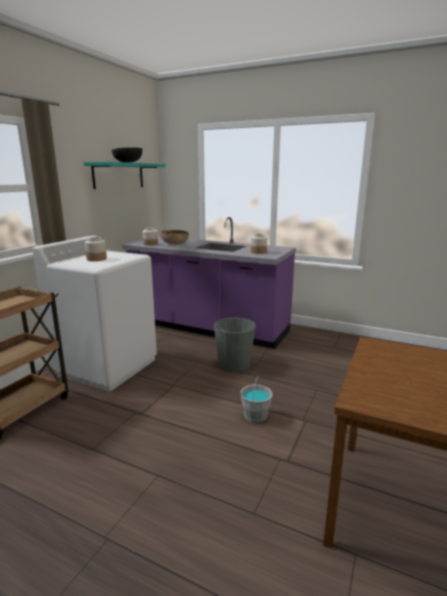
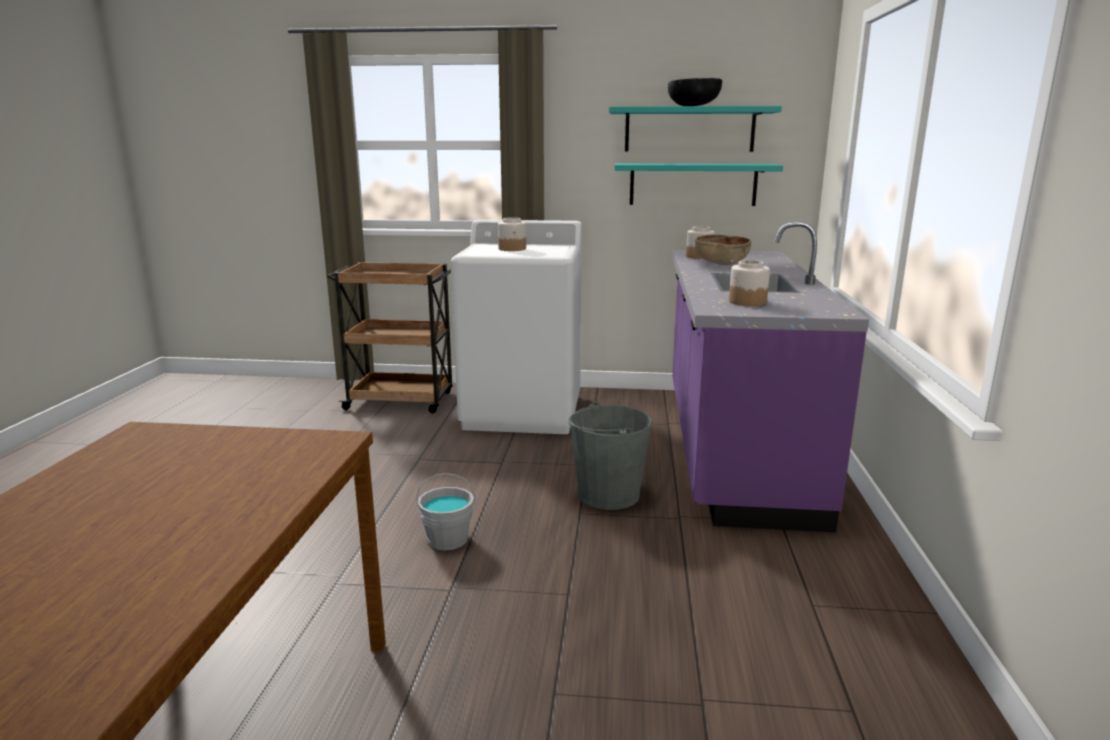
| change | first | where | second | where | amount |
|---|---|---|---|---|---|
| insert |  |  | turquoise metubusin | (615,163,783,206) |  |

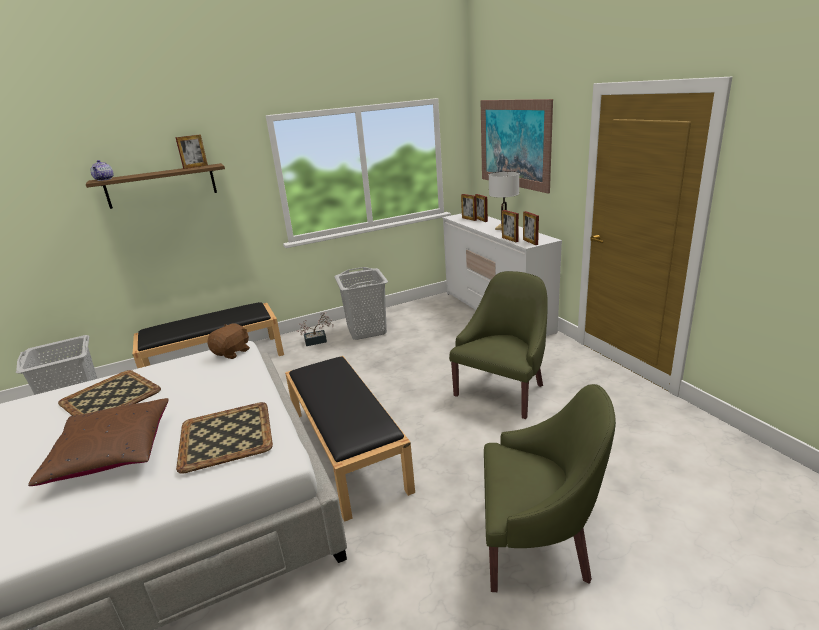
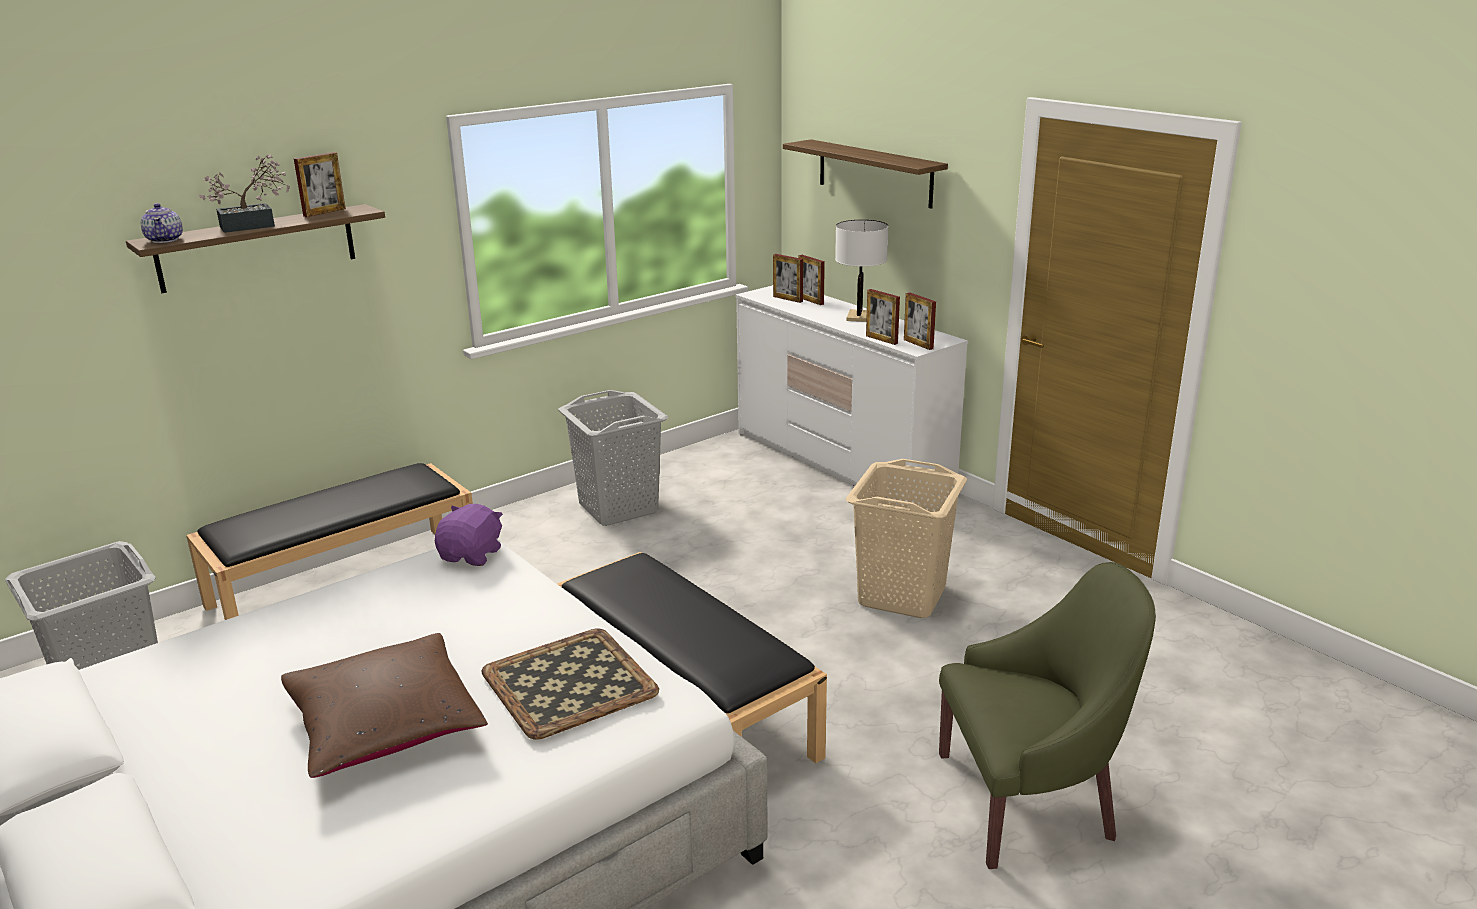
| change | first | where | second | where | amount |
|---|---|---|---|---|---|
| move | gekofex | (297,312,334,346) |  | (199,155,290,233) |  |
| recolor | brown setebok | (207,323,250,359) | purple setebok | (435,504,503,566) |  |
| replace | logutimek | (481,99,553,194) | metubusin | (783,139,948,209) |  |
| replace | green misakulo | (449,271,548,419) | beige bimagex | (846,459,967,618) |  |
| delete | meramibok | (58,370,161,416) |  |  |  |

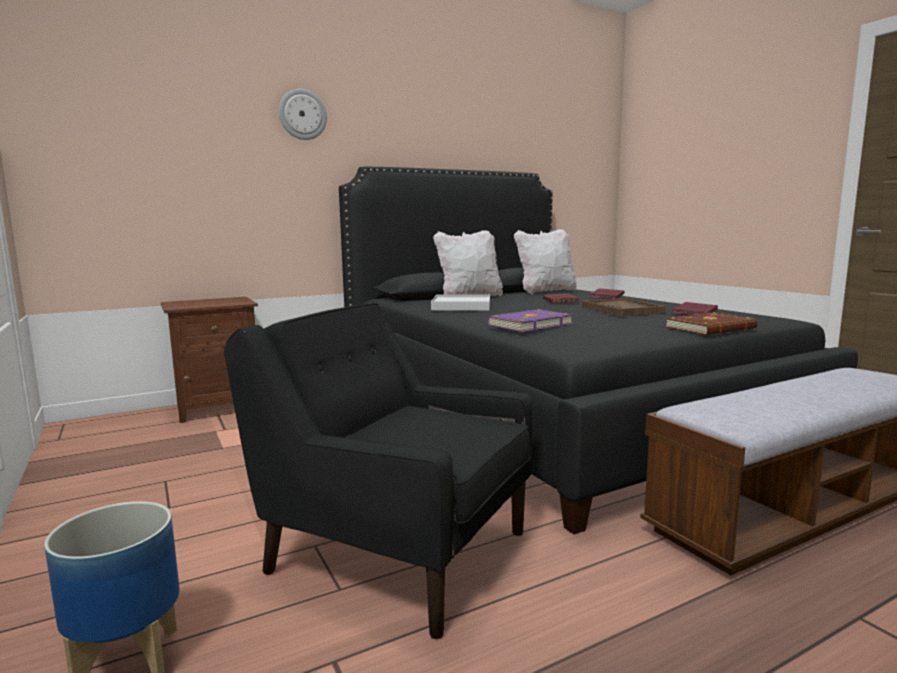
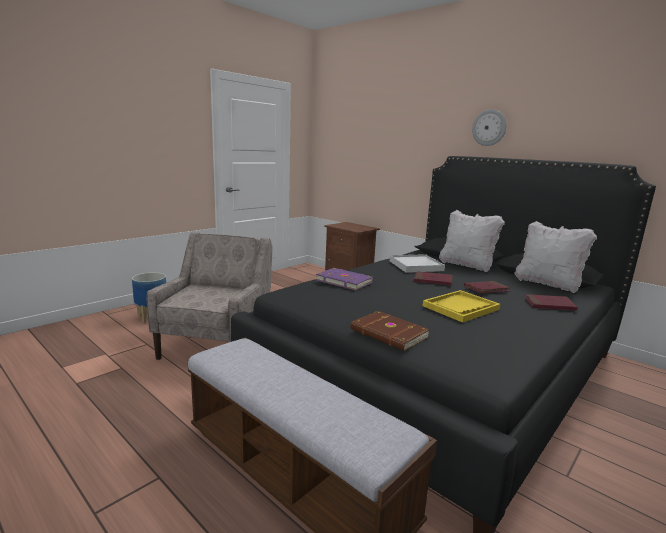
| change | first | where | second | where | amount |
|---|---|---|---|---|---|
| recolor | black misakulo | (224,302,533,639) | beige misakulo | (147,232,273,360) |  |
| move | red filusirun | (672,302,718,315) |  | (414,272,453,286) |  |
| recolor | brown meramibok | (582,298,666,316) | yellow meramibok | (423,290,500,323) |  |
| move | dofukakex | (279,89,327,140) |  | (472,109,507,146) |  |

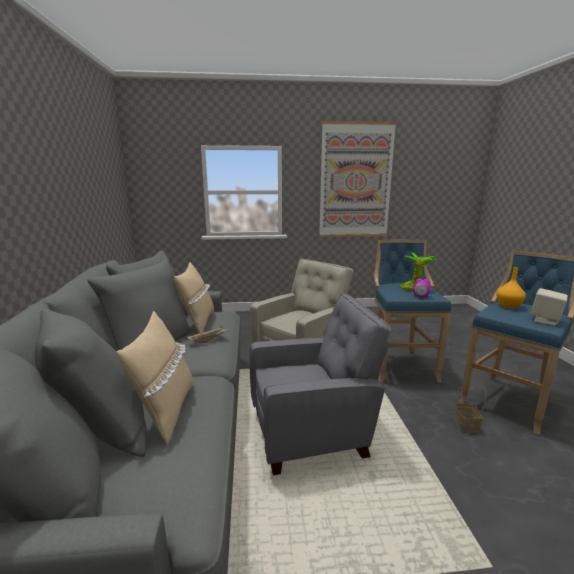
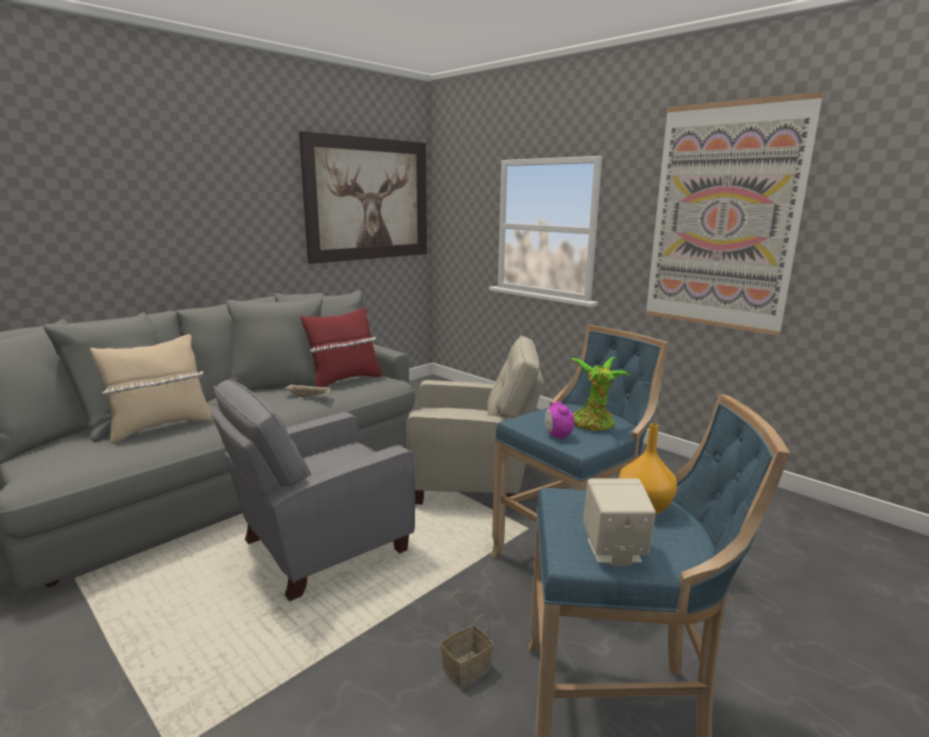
| change | first | where | second | where | amount |
|---|---|---|---|---|---|
| rotate | grey misakulo | (250,293,391,475) |  | (211,378,415,601) | 105 degrees clockwise |
| insert |  |  | logutimek | (299,131,427,264) |  |
| recolor | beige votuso | (174,262,214,333) | red votuso | (301,308,382,387) |  |

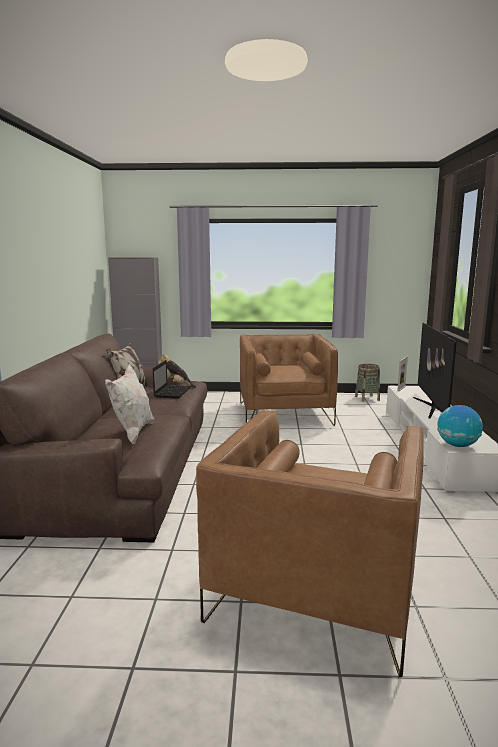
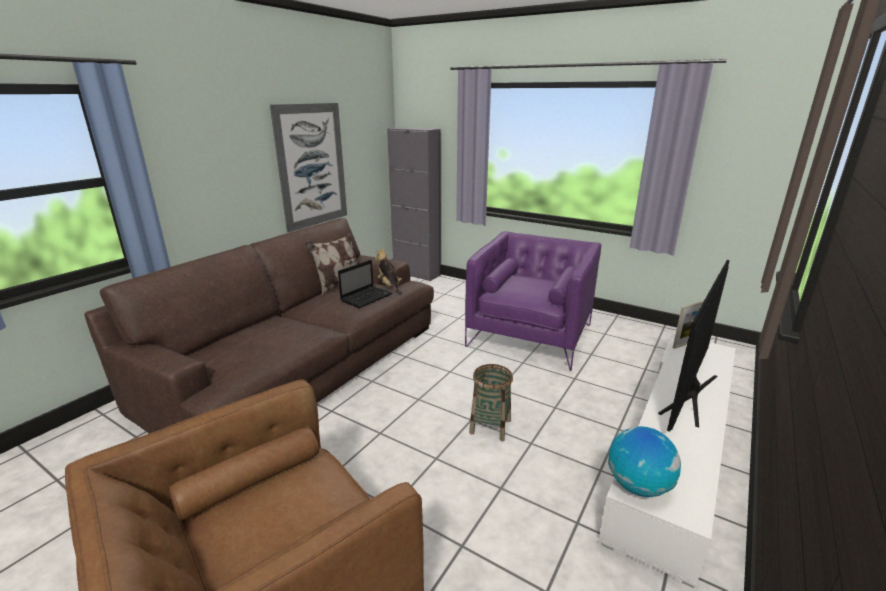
| change | first | where | second | where | amount |
|---|---|---|---|---|---|
| insert |  |  | logutimek | (270,103,347,232) |  |
| recolor | brown misakulo | (240,334,338,426) | purple misakulo | (465,231,601,371) |  |
| move | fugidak | (355,364,380,402) |  | (469,364,513,441) |  |
| delete | white votuso | (105,364,154,444) |  |  |  |

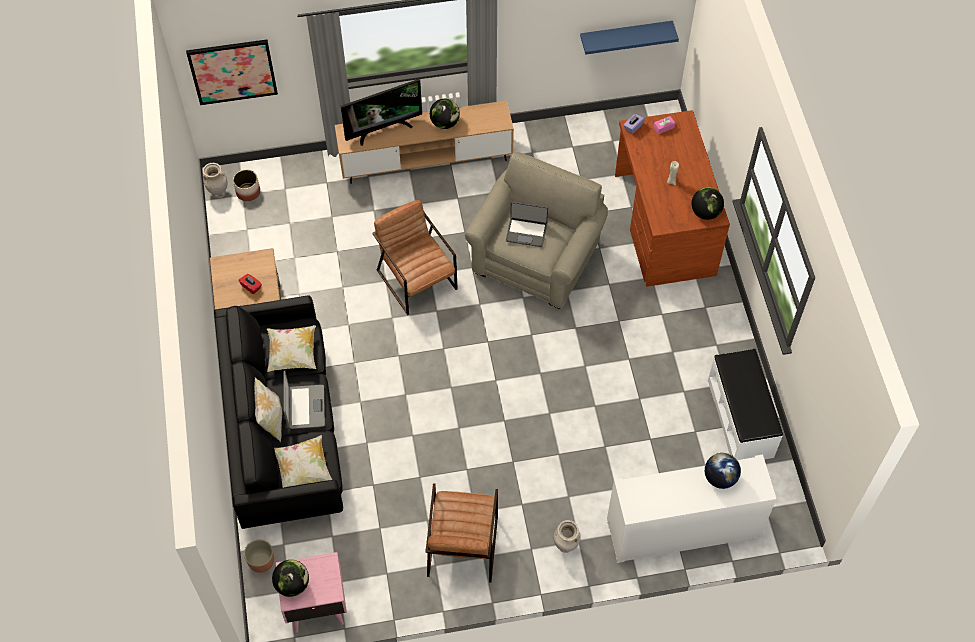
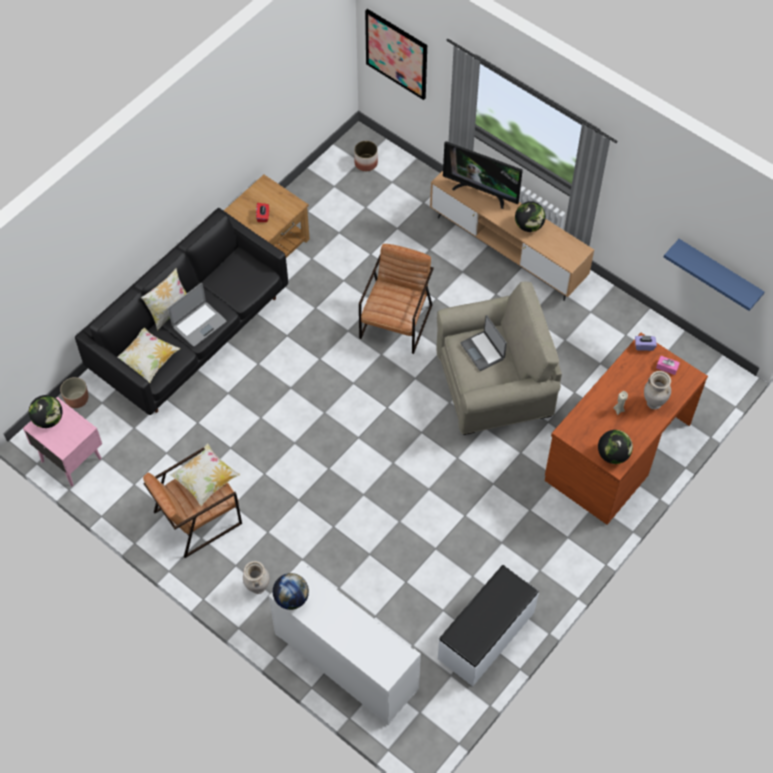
| change | first | where | second | where | amount |
|---|---|---|---|---|---|
| move | votuso | (267,325,316,372) |  | (170,443,240,506) |  |
| move | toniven | (705,453,741,489) |  | (273,573,309,610) |  |
| move | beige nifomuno | (203,163,227,198) |  | (644,371,671,410) |  |

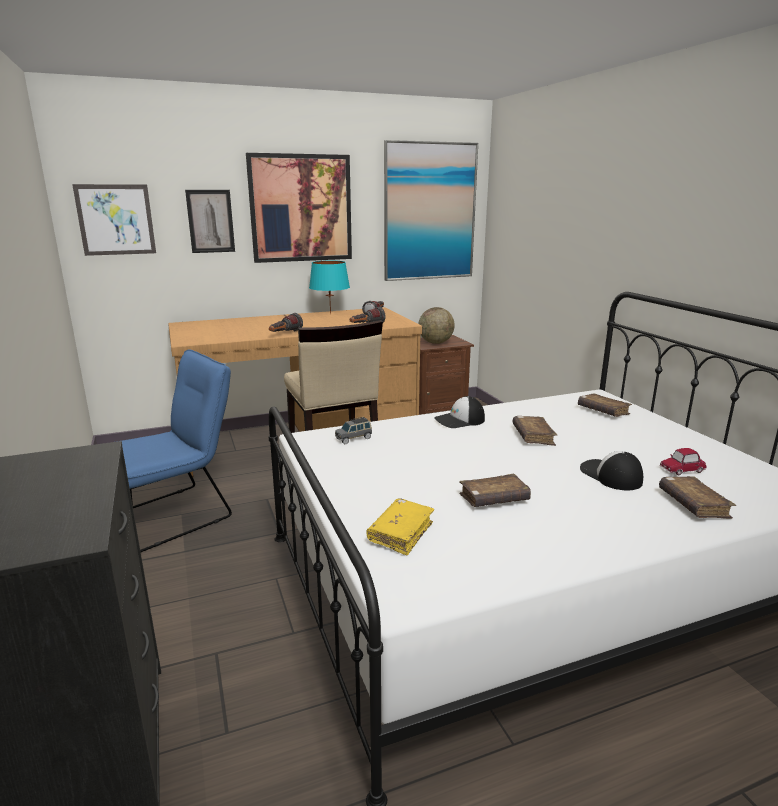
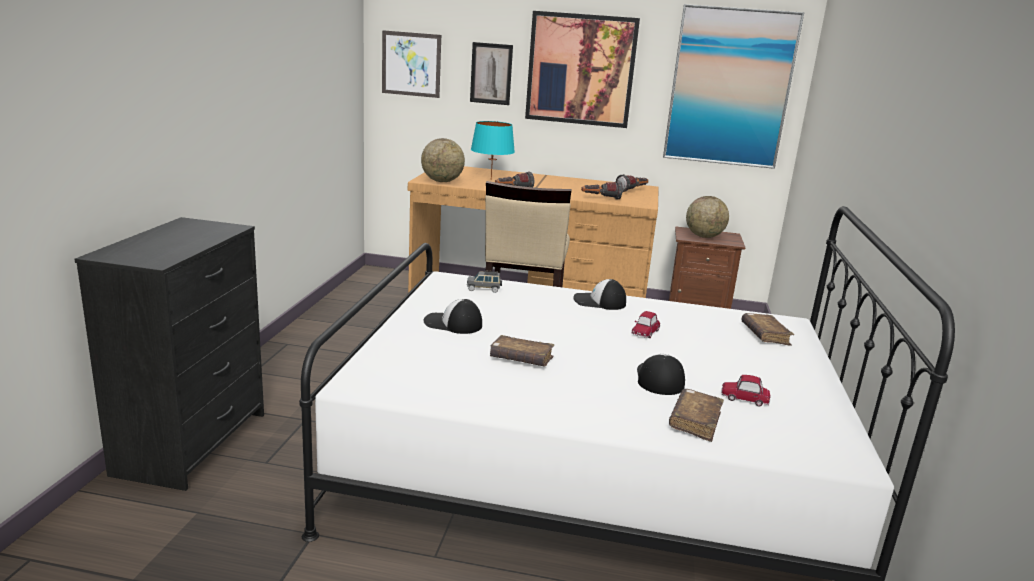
| change | first | where | second | where | amount |
|---|---|---|---|---|---|
| insert |  |  | toniven | (421,138,465,182) |  |
| insert |  |  | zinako | (423,299,482,334) |  |
| move | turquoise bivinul | (309,260,350,314) |  | (471,121,515,180) |  |
| replace | brown filusirun | (513,416,557,446) | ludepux | (631,311,660,338) |  |
| delete | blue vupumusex | (116,350,232,552) |  |  |  |
| delete | yellow filusirun | (367,498,434,556) |  |  |  |

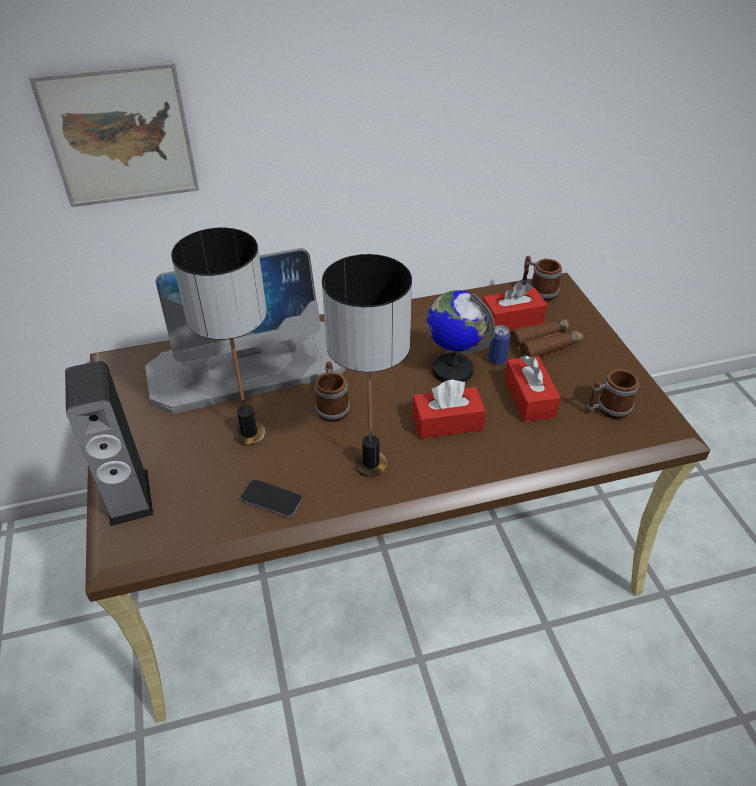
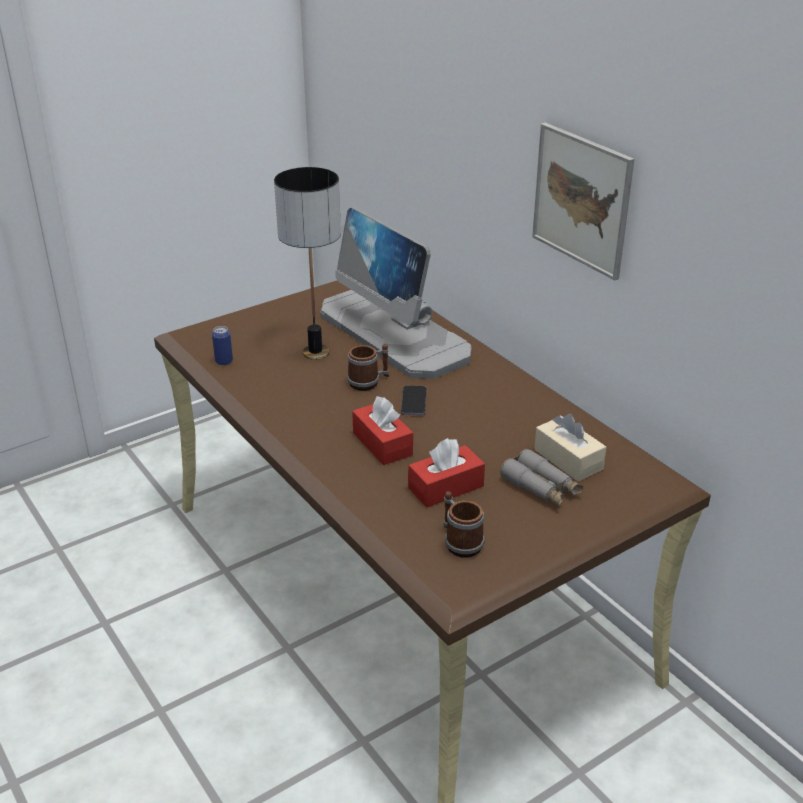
| change | first | where | second | where | amount |
|---|---|---|---|---|---|
| move | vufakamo | (488,325,511,365) |  | (212,326,233,365) |  |
| move | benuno | (240,480,302,518) |  | (401,386,427,415) |  |
| recolor | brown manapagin | (510,319,583,357) | grey manapagin | (500,449,583,507) |  |
| move | logutimek | (29,61,199,207) |  | (532,123,635,280) |  |
| recolor | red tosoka | (483,282,547,330) | beige tosoka | (534,414,606,482) |  |
| delete | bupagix | (65,361,153,526) |  |  |  |
| delete | bivinul | (322,254,412,477) |  |  |  |
| delete | toniven | (427,290,495,382) |  |  |  |
| delete | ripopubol | (522,256,562,301) |  |  |  |

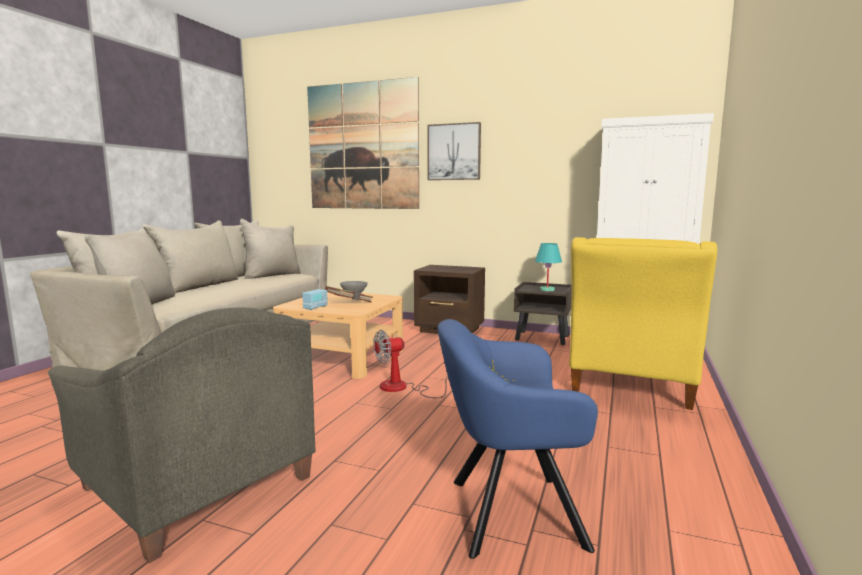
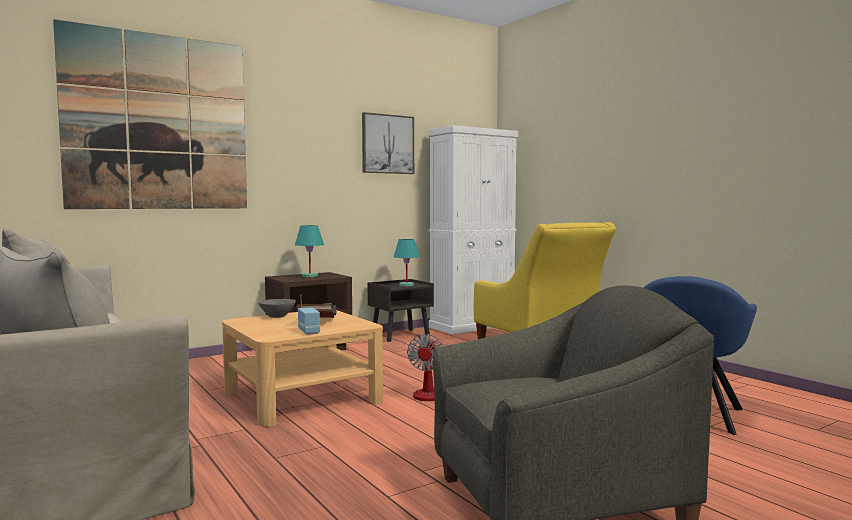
| change | first | where | second | where | amount |
|---|---|---|---|---|---|
| insert |  |  | turquoise bivinul | (295,225,324,277) |  |
| move | logutimek | (427,122,481,180) |  | (362,112,414,174) |  |

